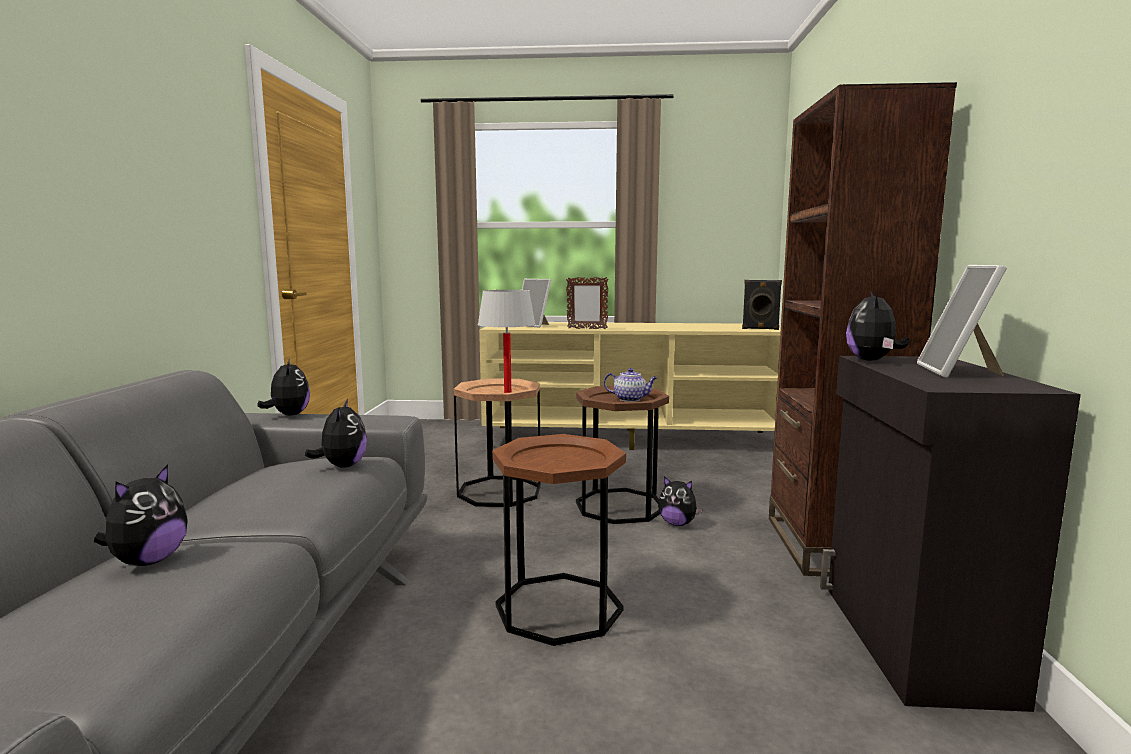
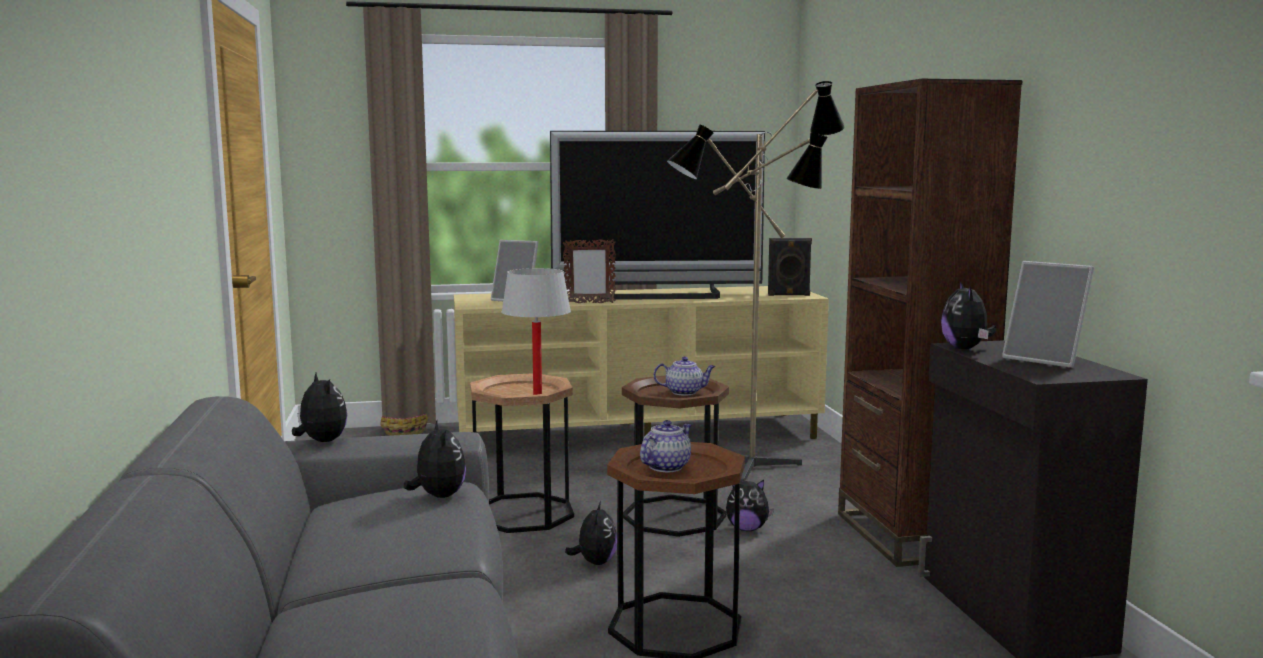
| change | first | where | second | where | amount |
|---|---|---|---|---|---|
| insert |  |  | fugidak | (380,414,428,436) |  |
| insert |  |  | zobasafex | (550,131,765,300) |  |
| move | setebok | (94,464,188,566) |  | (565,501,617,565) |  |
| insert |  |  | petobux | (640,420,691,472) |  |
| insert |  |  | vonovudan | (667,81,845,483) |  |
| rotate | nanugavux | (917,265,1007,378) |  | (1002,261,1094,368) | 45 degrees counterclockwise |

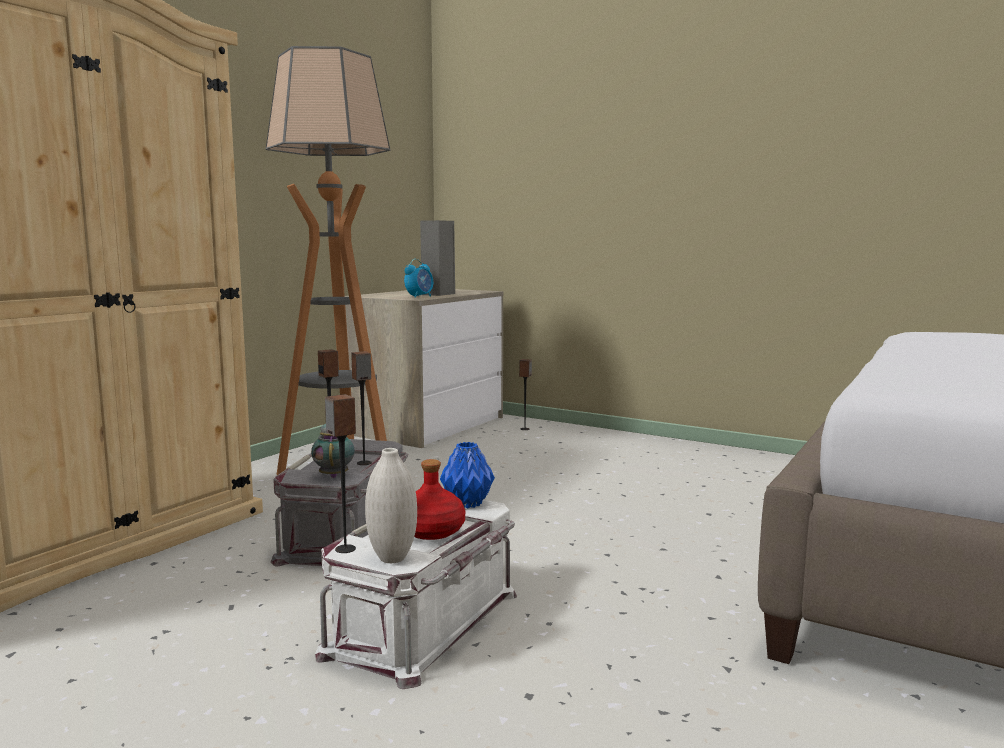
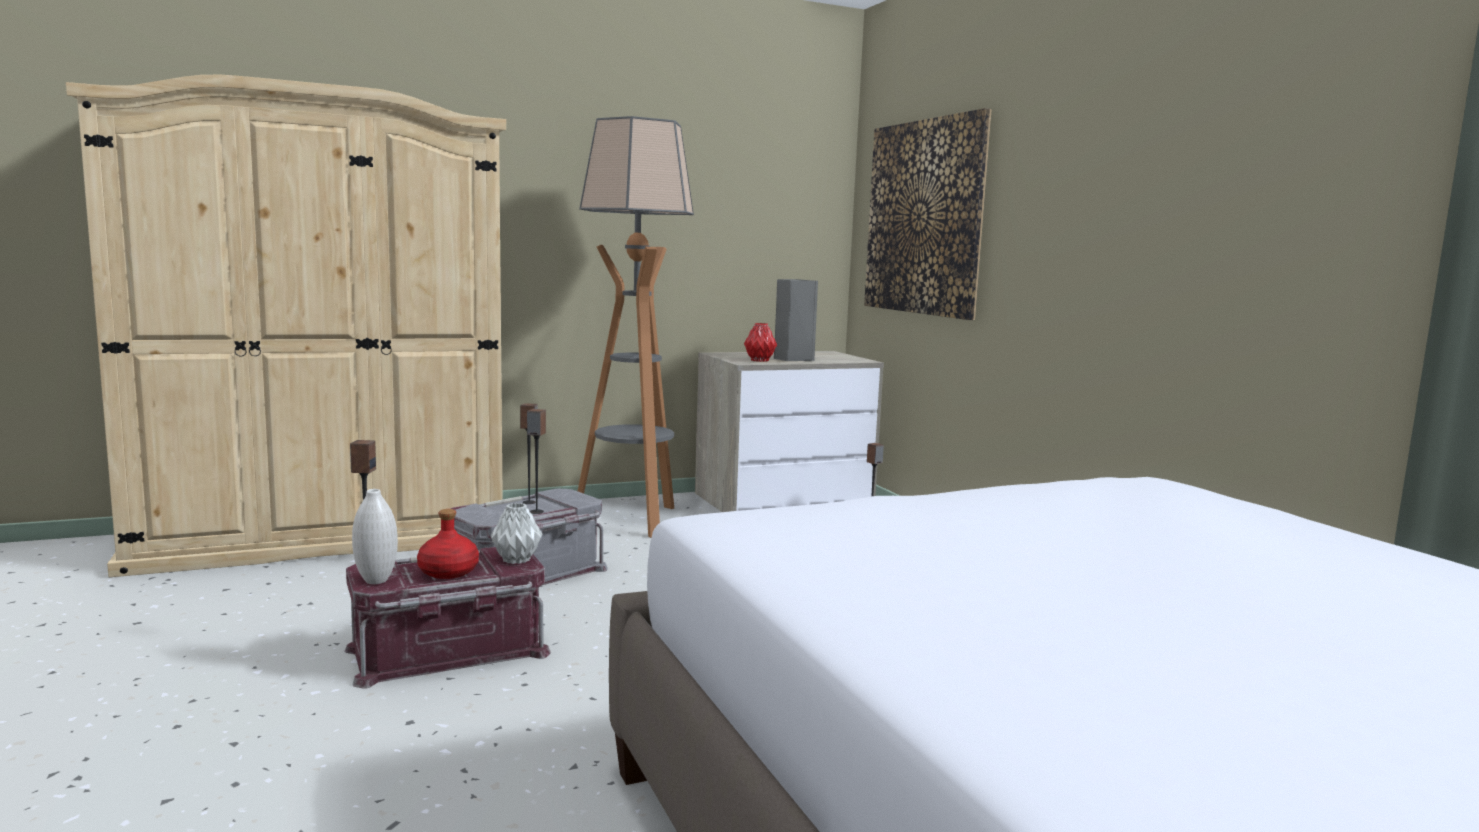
| change | first | where | second | where | amount |
|---|---|---|---|---|---|
| recolor | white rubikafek | (315,500,517,689) | red rubikafek | (344,547,551,689) |  |
| recolor | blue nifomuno | (440,442,495,508) | grey nifomuno | (491,503,542,564) |  |
| replace | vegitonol | (404,259,433,298) | red nifomuno | (744,323,777,362) |  |
| insert |  |  | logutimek | (864,108,992,320) |  |
| delete | petobux | (311,424,355,478) |  |  |  |

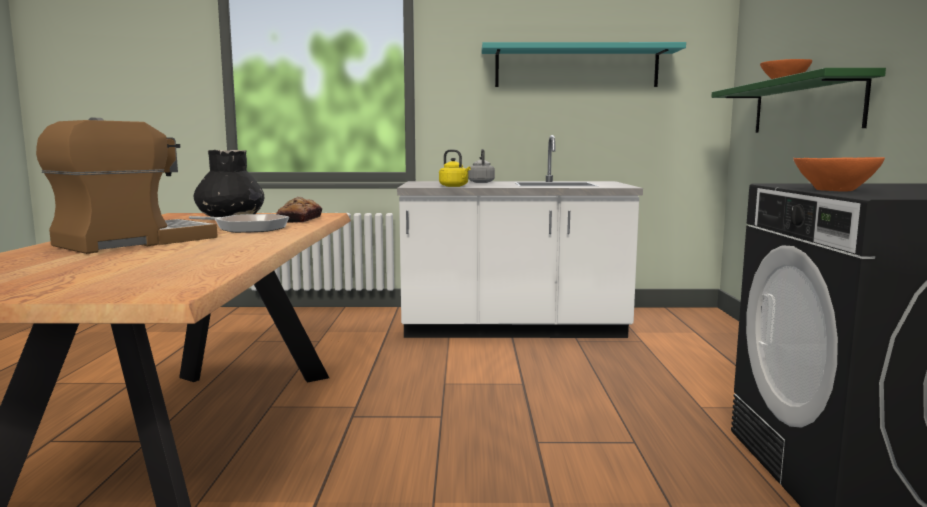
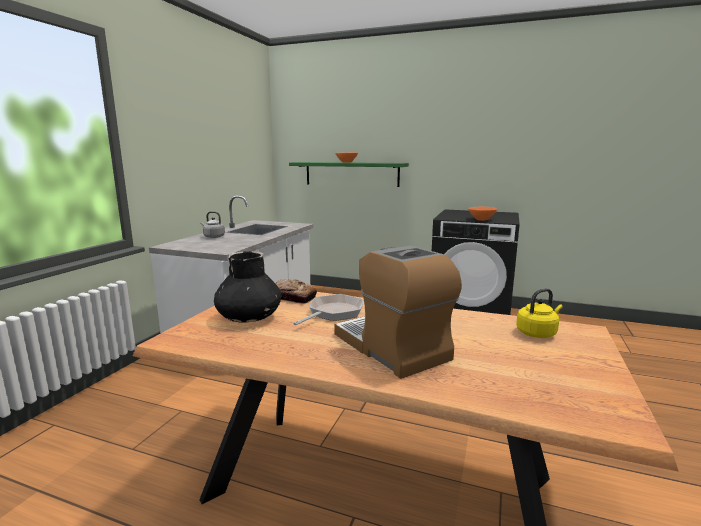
| change | first | where | second | where | amount |
|---|---|---|---|---|---|
| move | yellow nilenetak | (439,149,471,187) |  | (516,288,563,338) |  |
| delete | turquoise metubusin | (481,42,686,87) |  |  |  |

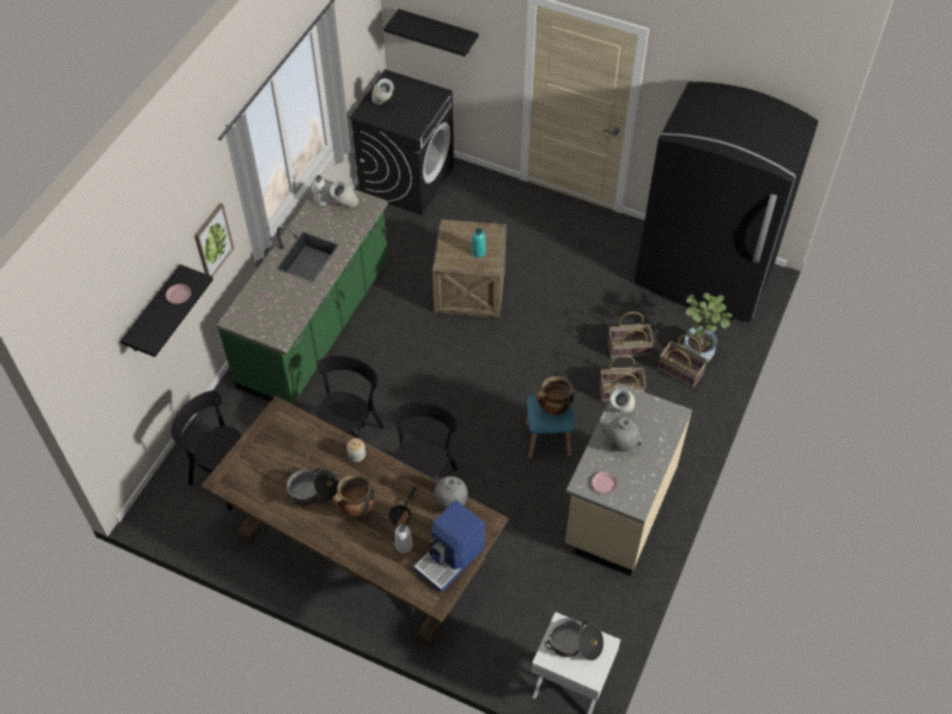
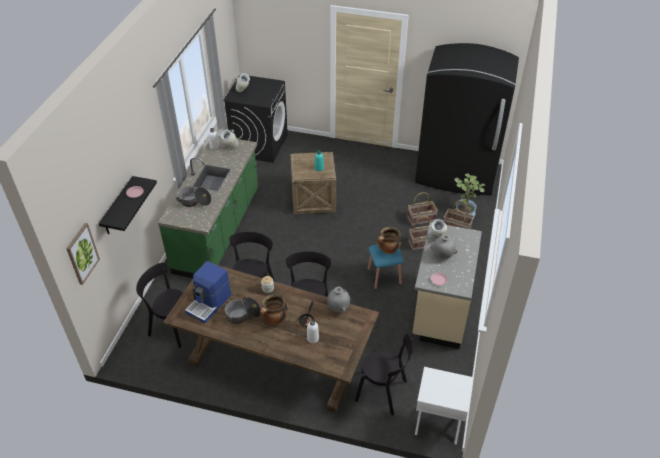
| change | first | where | second | where | amount |
|---|---|---|---|---|---|
| move | logutimek | (194,203,234,277) |  | (66,223,100,285) |  |
| move | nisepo | (544,618,604,661) |  | (175,187,211,207) |  |
| move | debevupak | (414,500,485,593) |  | (185,261,231,323) |  |
| insert |  |  | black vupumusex | (355,333,413,416) |  |
| delete | black metubusin | (384,9,479,57) |  |  |  |

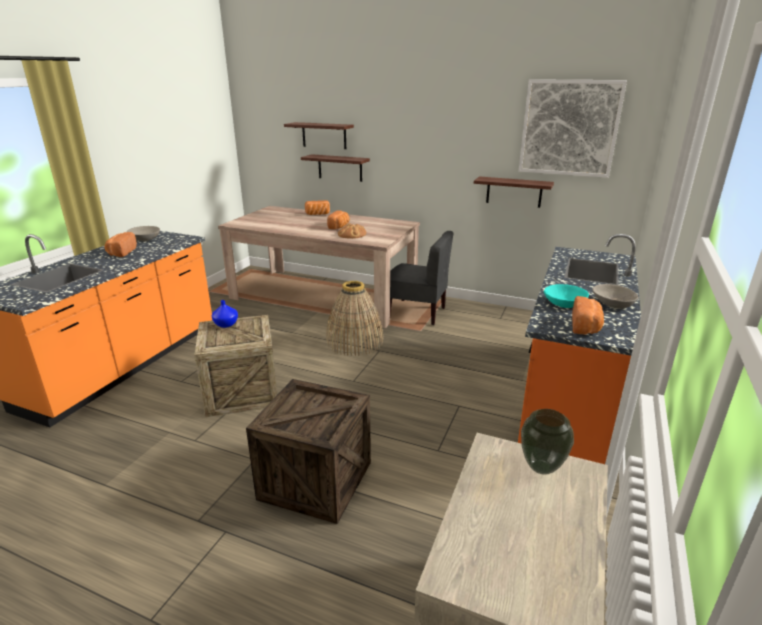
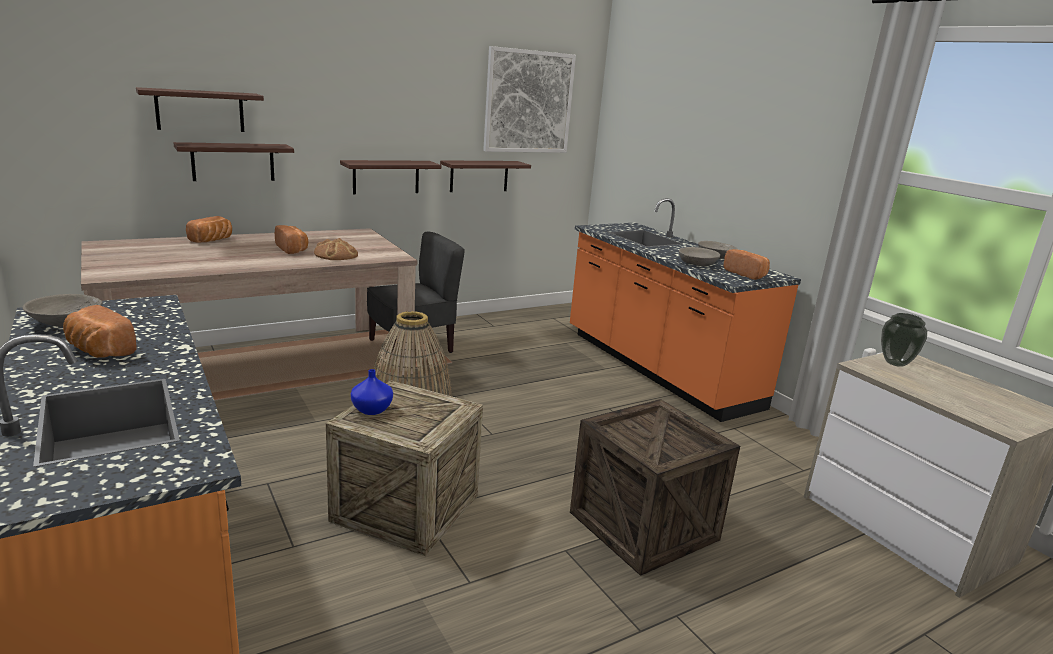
| change | first | where | second | where | amount |
|---|---|---|---|---|---|
| insert |  |  | metubusin | (340,160,441,194) |  |
| recolor | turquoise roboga | (544,284,589,308) | grey roboga | (679,247,720,266) |  |

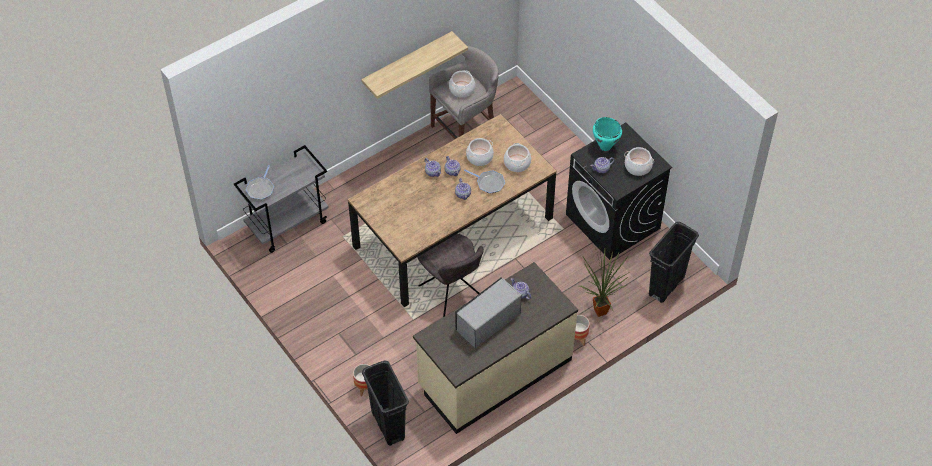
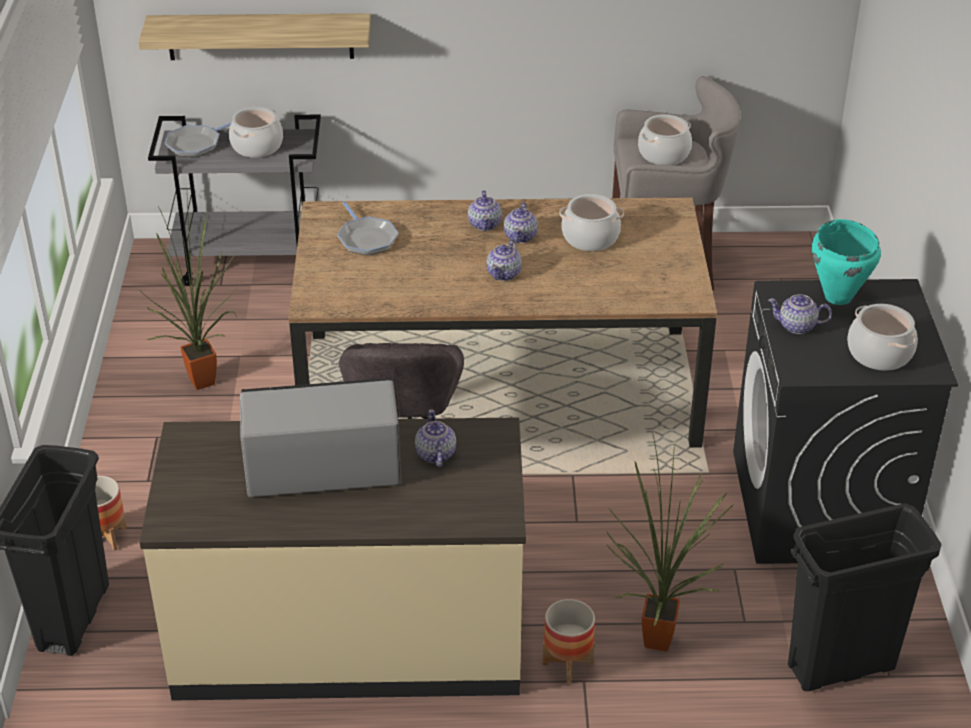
| change | first | where | second | where | amount |
|---|---|---|---|---|---|
| move | metubusin | (361,31,468,99) |  | (138,13,371,60) |  |
| insert |  |  | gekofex | (142,195,243,390) |  |
| move | nisepo | (504,143,531,172) |  | (229,107,283,158) |  |
| move | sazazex | (464,170,505,194) |  | (337,201,398,255) |  |

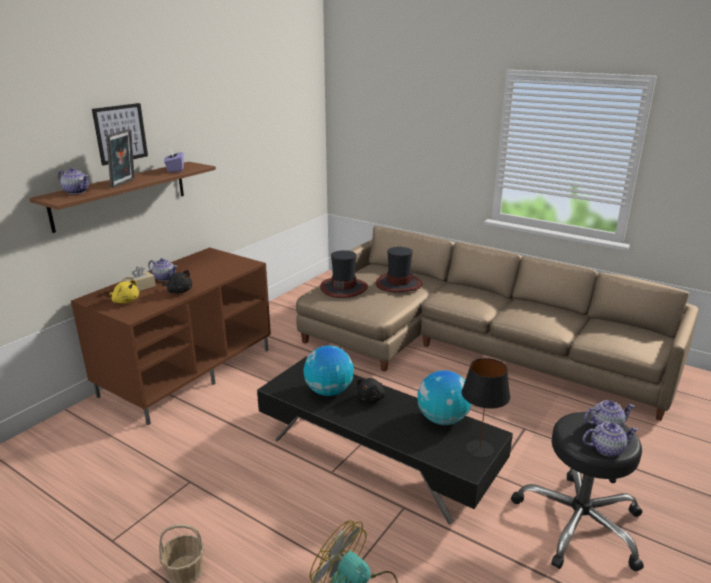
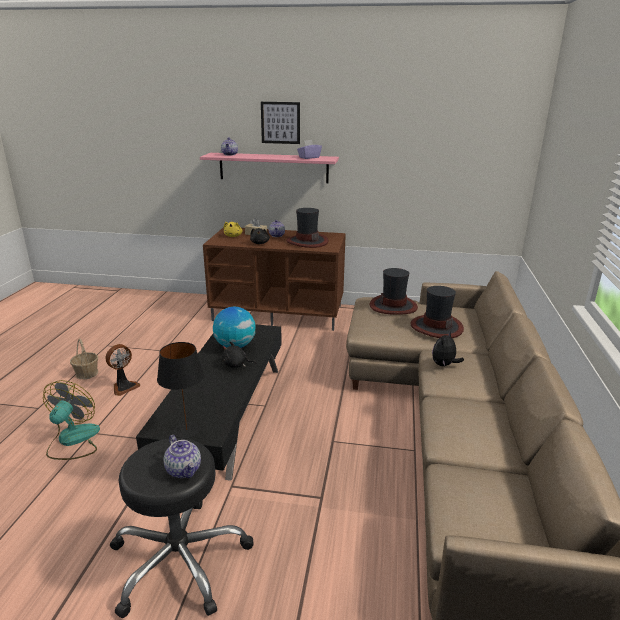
| change | first | where | second | where | amount |
|---|---|---|---|---|---|
| insert |  |  | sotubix | (105,344,140,396) |  |
| recolor | brown metubusin | (29,162,216,233) | pink metubusin | (200,153,339,183) |  |
| insert |  |  | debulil | (286,208,329,248) |  |
| insert |  |  | setebok | (432,331,464,366) |  |
| delete | nanugavux | (106,129,134,188) |  |  |  |
| delete | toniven | (417,370,471,425) |  |  |  |
| delete | petobux | (583,422,638,457) |  |  |  |

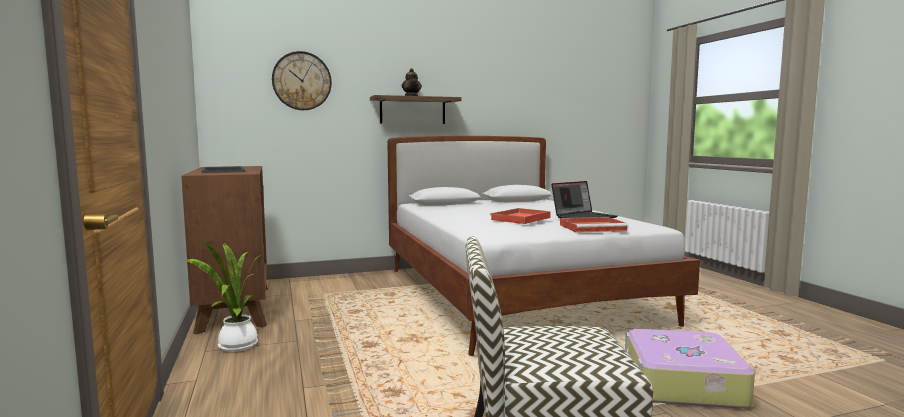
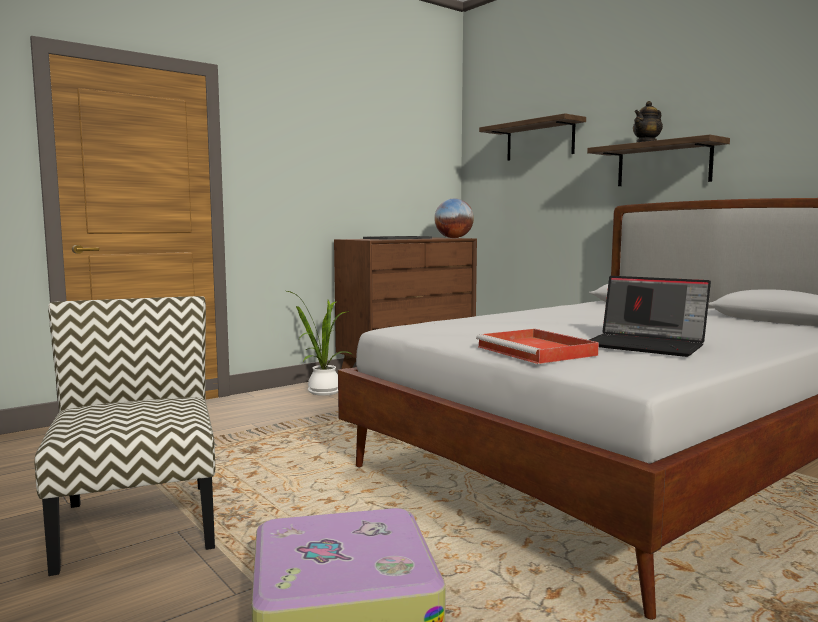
| change | first | where | second | where | amount |
|---|---|---|---|---|---|
| insert |  |  | toniven | (434,199,474,238) |  |
| replace | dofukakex | (272,51,332,110) | metubusin | (479,113,586,161) |  |
| delete | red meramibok | (490,208,551,224) |  |  |  |

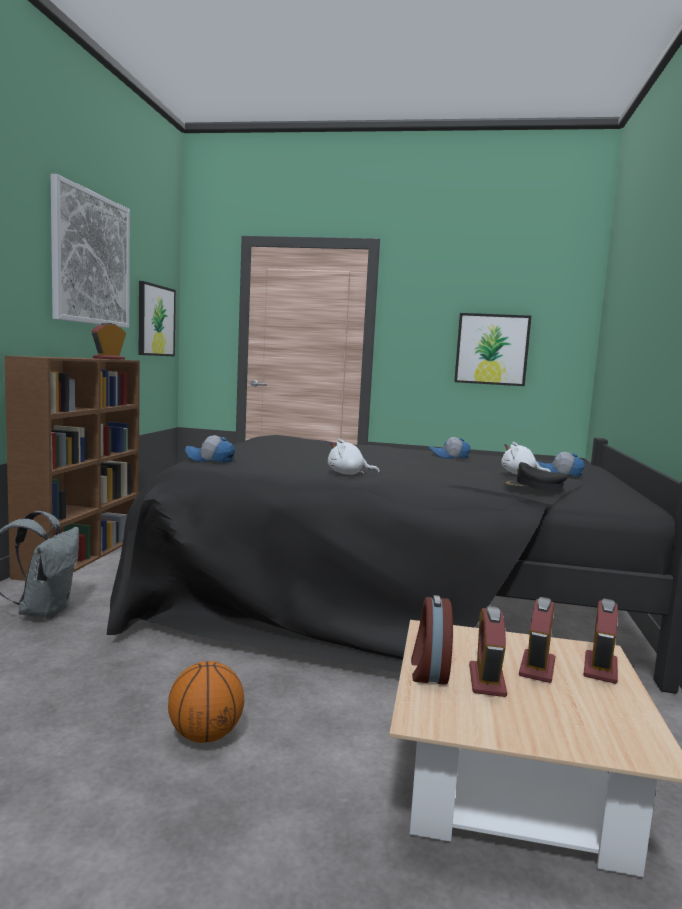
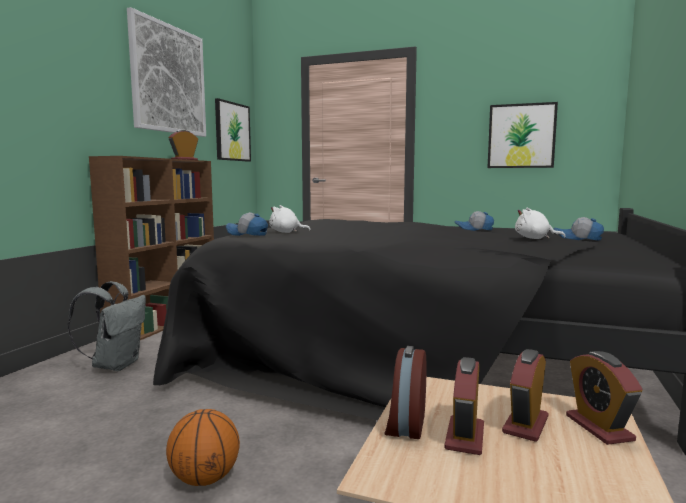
| change | first | where | second | where | amount |
|---|---|---|---|---|---|
| move | white setebok | (328,439,380,475) |  | (269,205,311,233) |  |
| rotate | vegitonol | (584,598,618,684) |  | (566,351,643,445) | 45 degrees counterclockwise |
| delete | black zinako | (504,462,568,491) |  |  |  |

